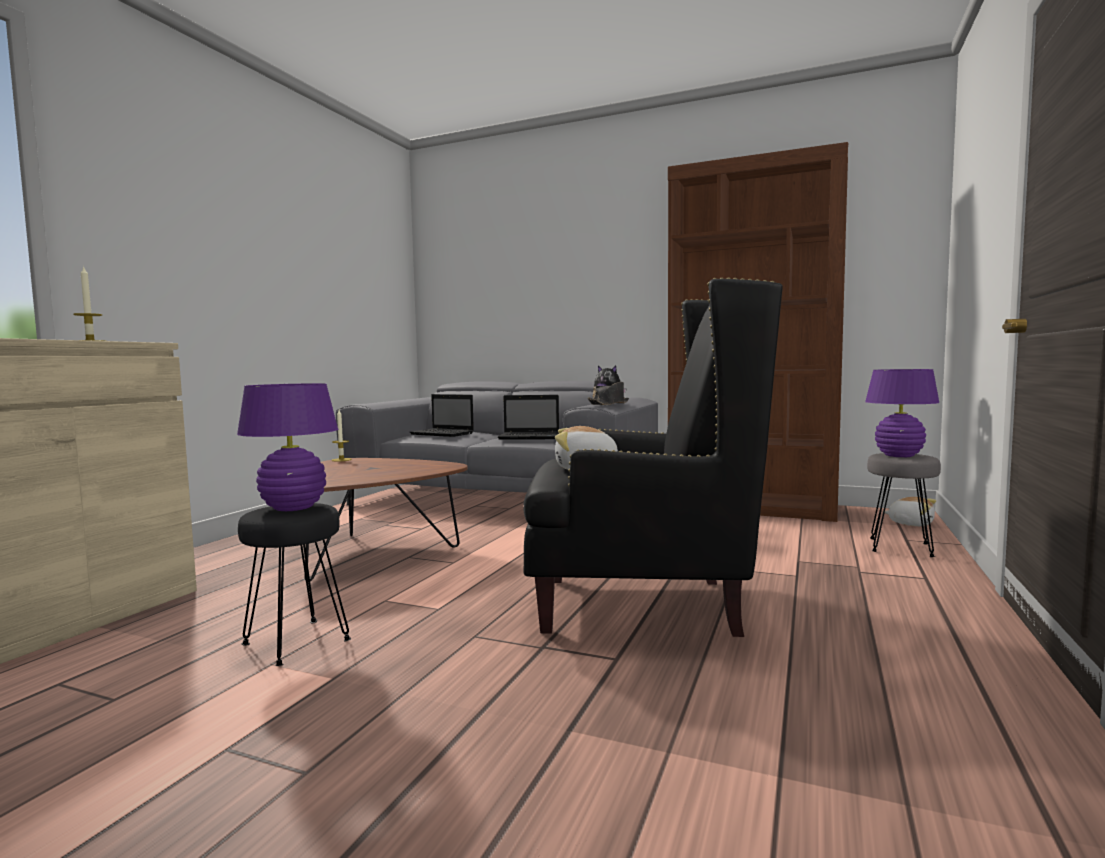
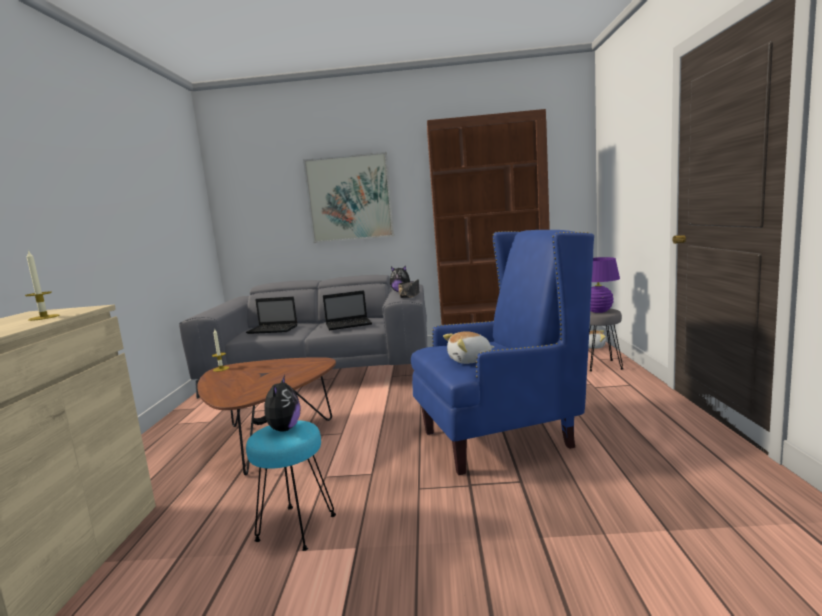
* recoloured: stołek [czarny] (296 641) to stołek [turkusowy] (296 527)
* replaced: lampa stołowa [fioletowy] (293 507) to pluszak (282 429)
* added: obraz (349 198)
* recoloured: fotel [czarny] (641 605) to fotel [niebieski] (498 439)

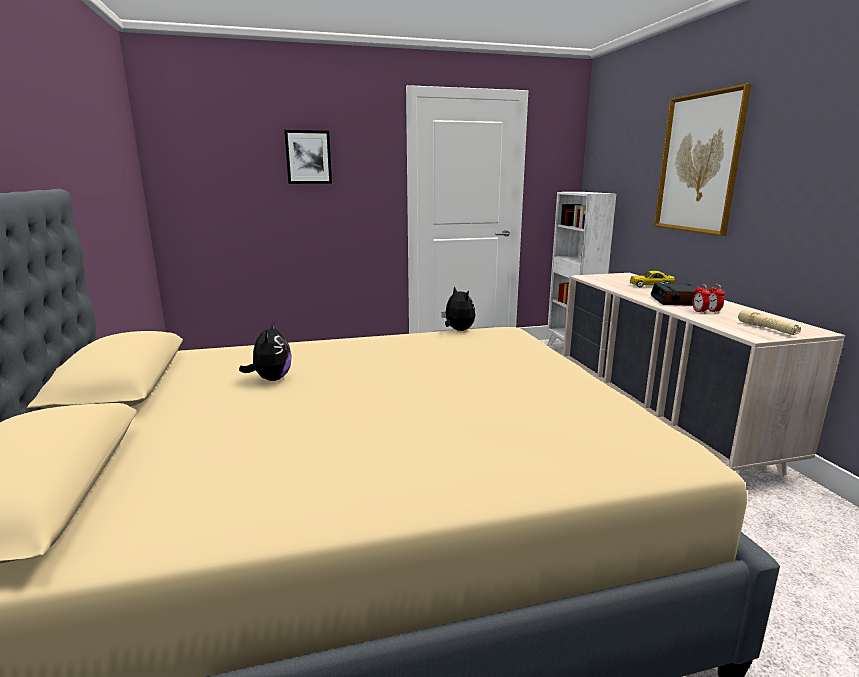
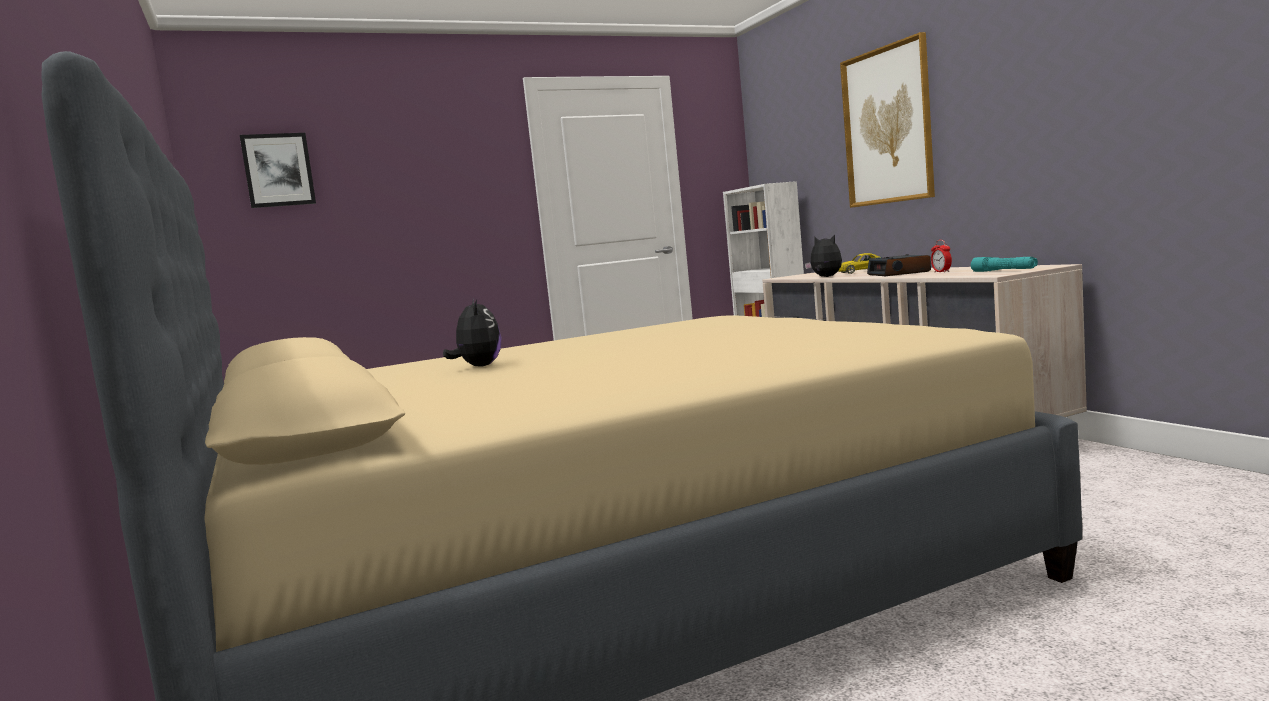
* moved: obraz (308 157) to (278 170)
* moved: pluszak (457 330) to (825 277)
* recoloured: latarka [beżowy] (767 329) to latarka [turkusowy] (1003 271)
* removed: budzik (699 311)

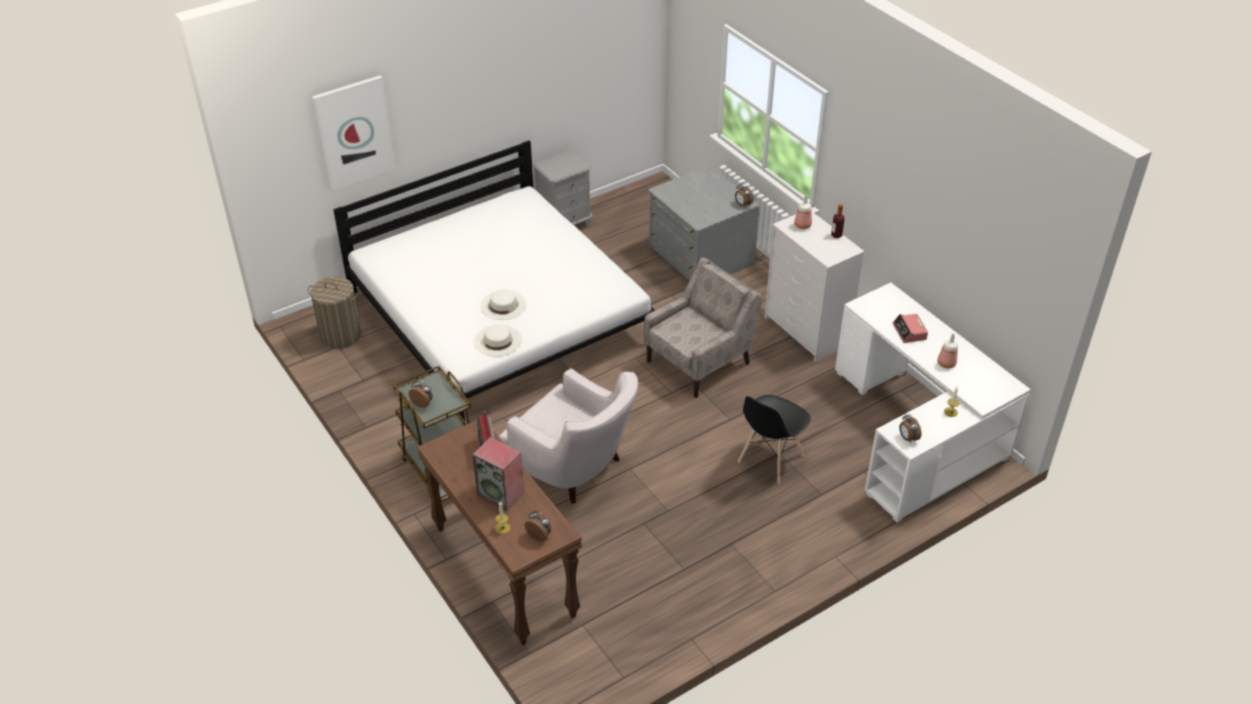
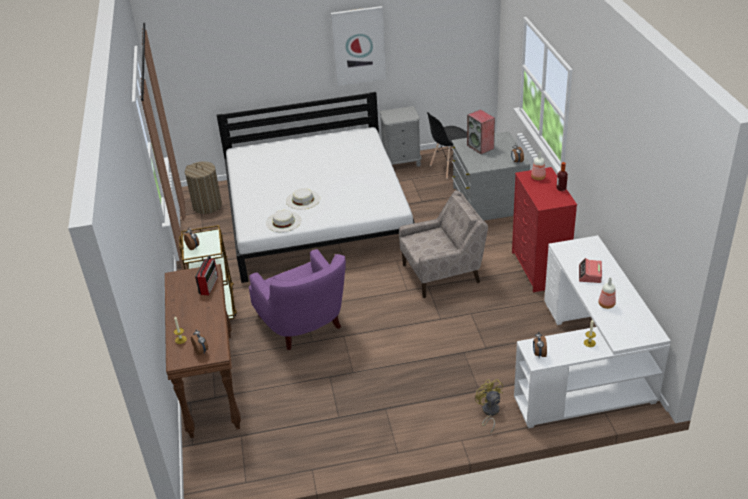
* recoloured: fotel [biały] (573 467) to fotel [fioletowy] (304 325)
* moved: obraz (354 133) to (358 46)
* moved: krzesło [czarny] (770 459) to (450 167)
* moved: głośnik (501 493) to (481 147)
* added: wentylator [żółty] (489 412)
* recoloured: komoda [biały] (807 331) to komoda [czerwony] (539 269)

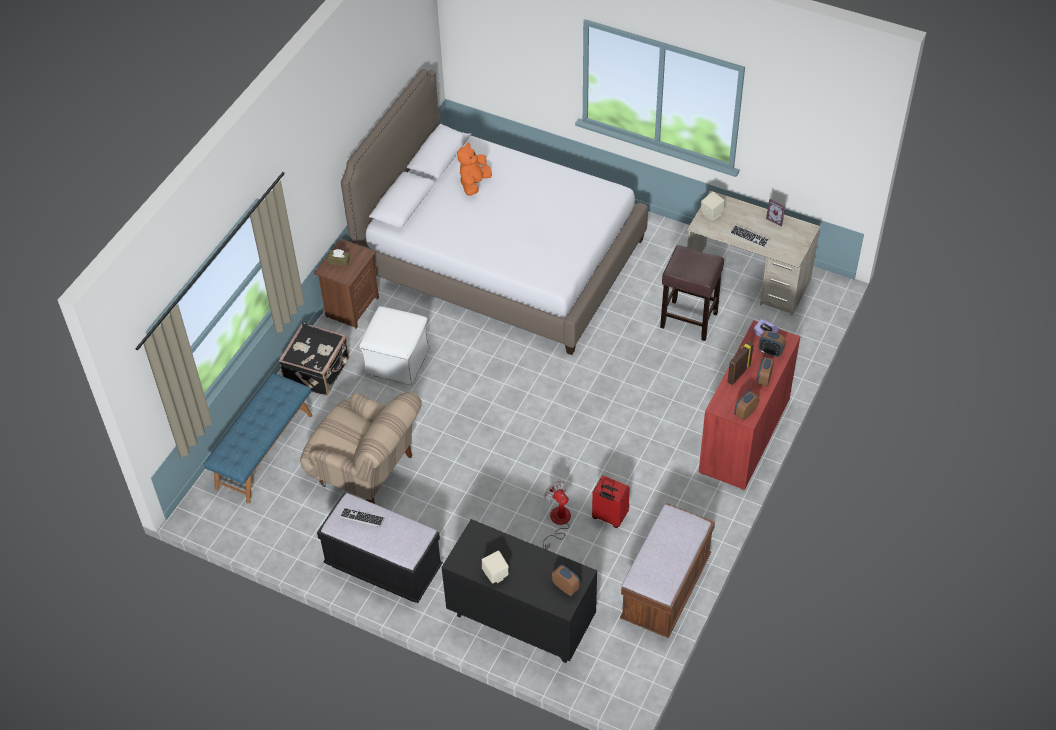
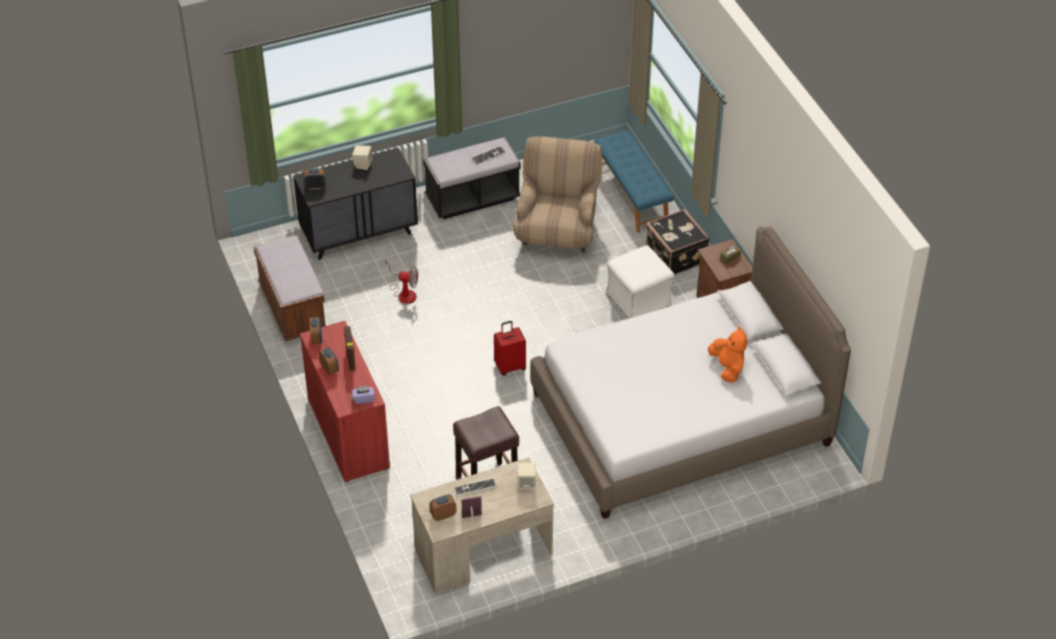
* moved: budzik (770 351) to (443 515)
* moved: walizka [czerwony] (609 517) to (510 366)
* turned: fotel [beżowy] (366 471) = (557 231) 120 degrees clockwise

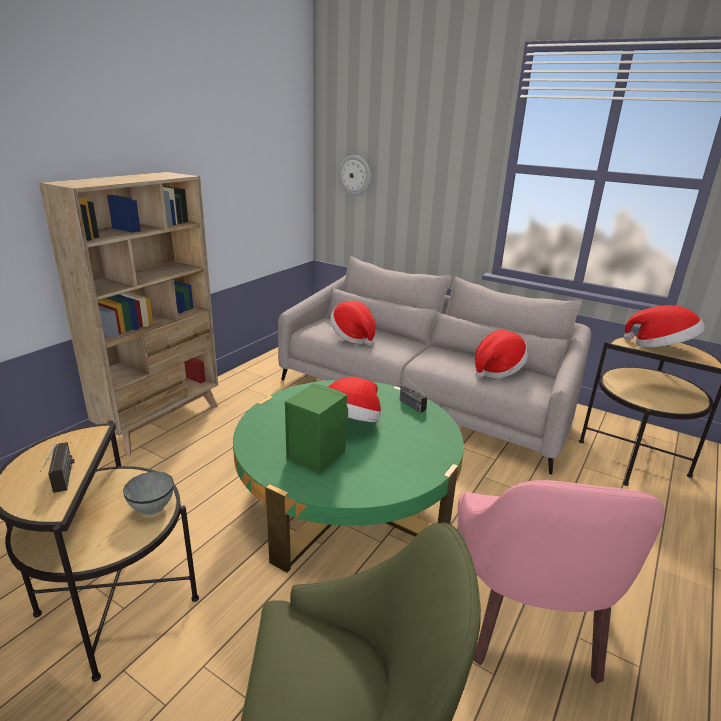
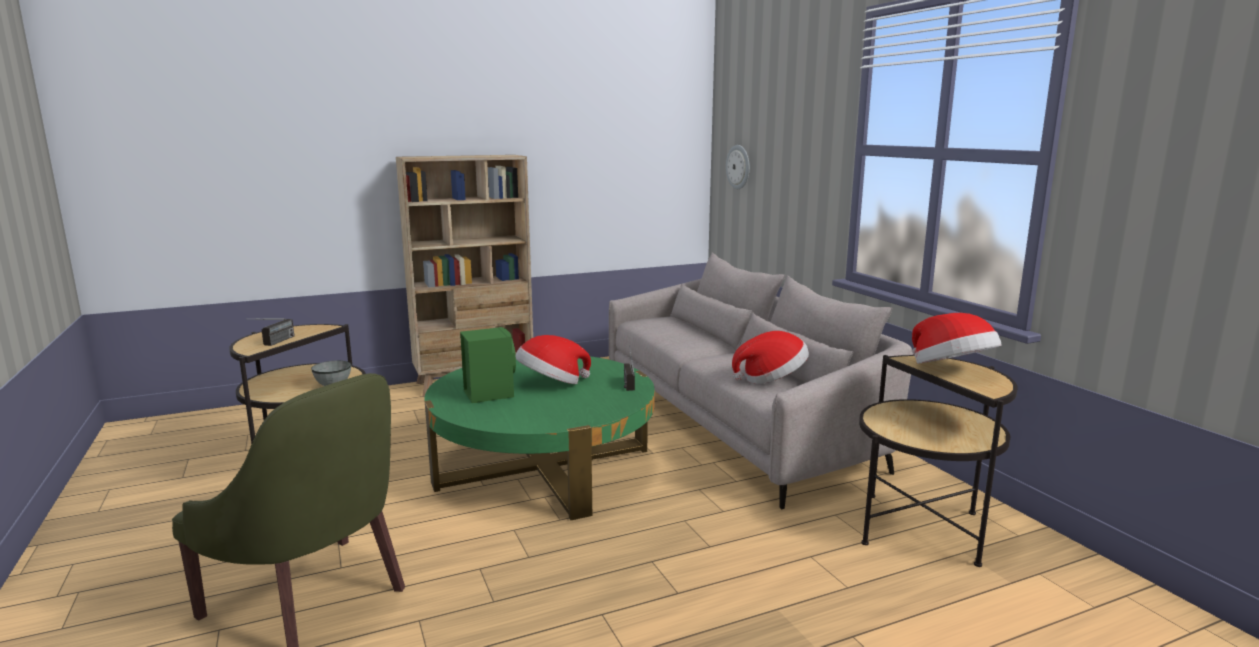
* removed: kapelusz (353 337)
* removed: fotel [różowy] (529 620)

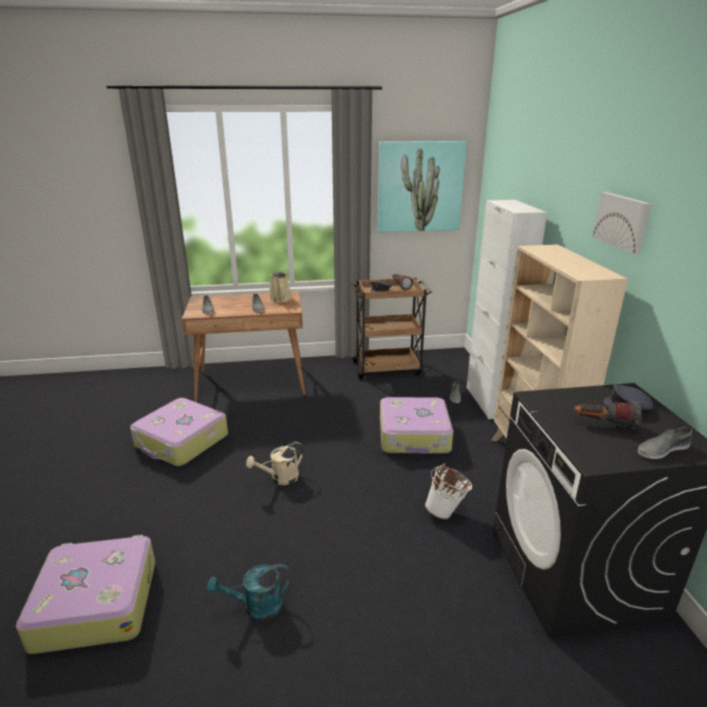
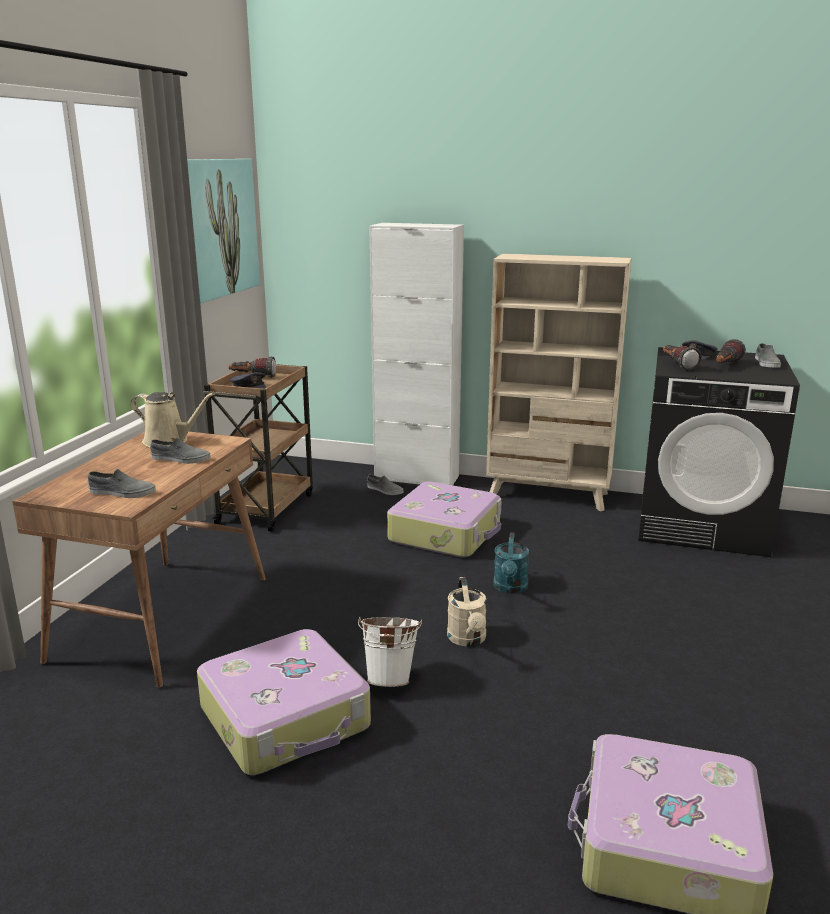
* moved: wiadro [biały] (446 511) to (390 678)
* moved: konewka [turkusowy] (256 607) to (510 588)
* added: latarka (677 365)
* removed: obraz (622 221)

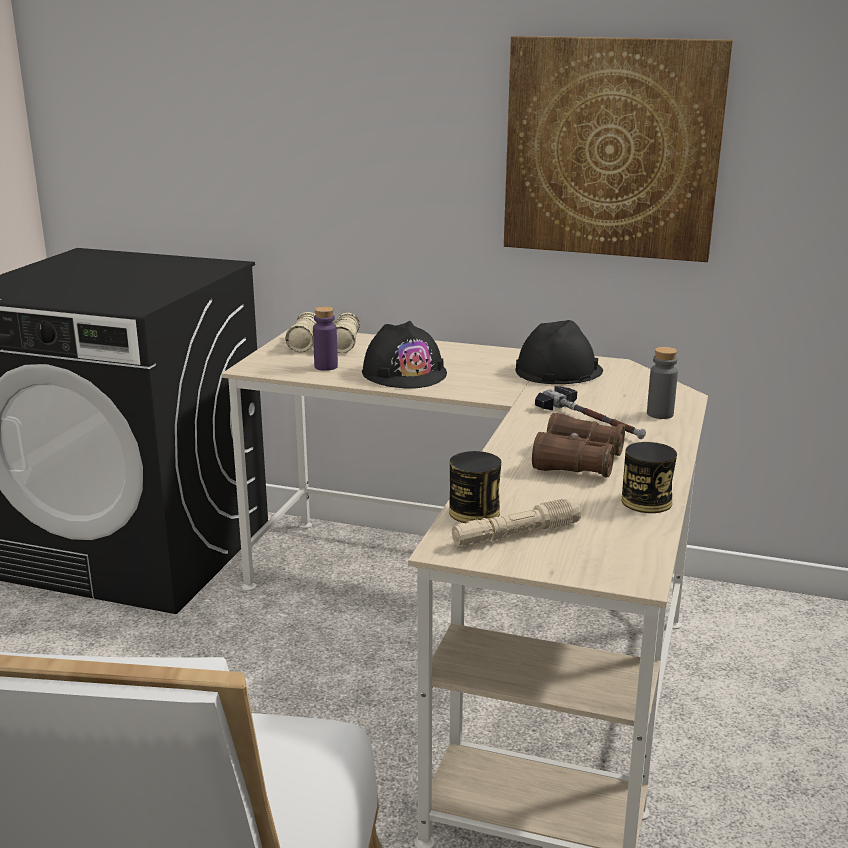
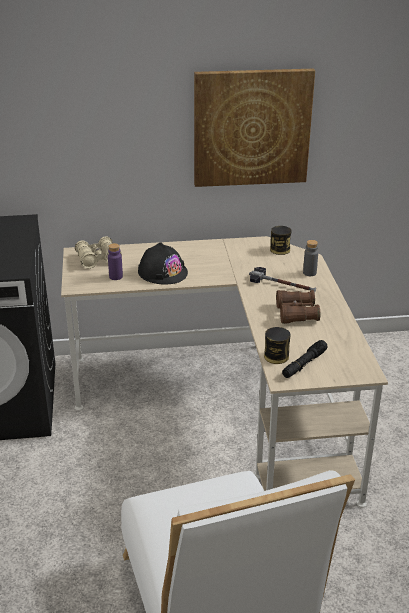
* moved: puszka (646 501) to (280 250)
* recoloured: latarka [beżowy] (515 534) to latarka [czarny] (304 364)
* removed: kask [czarny] (558 370)

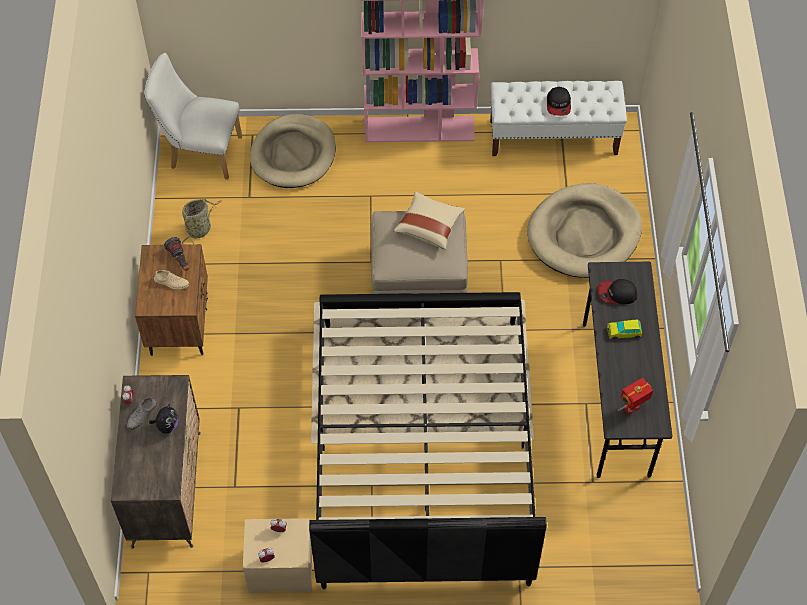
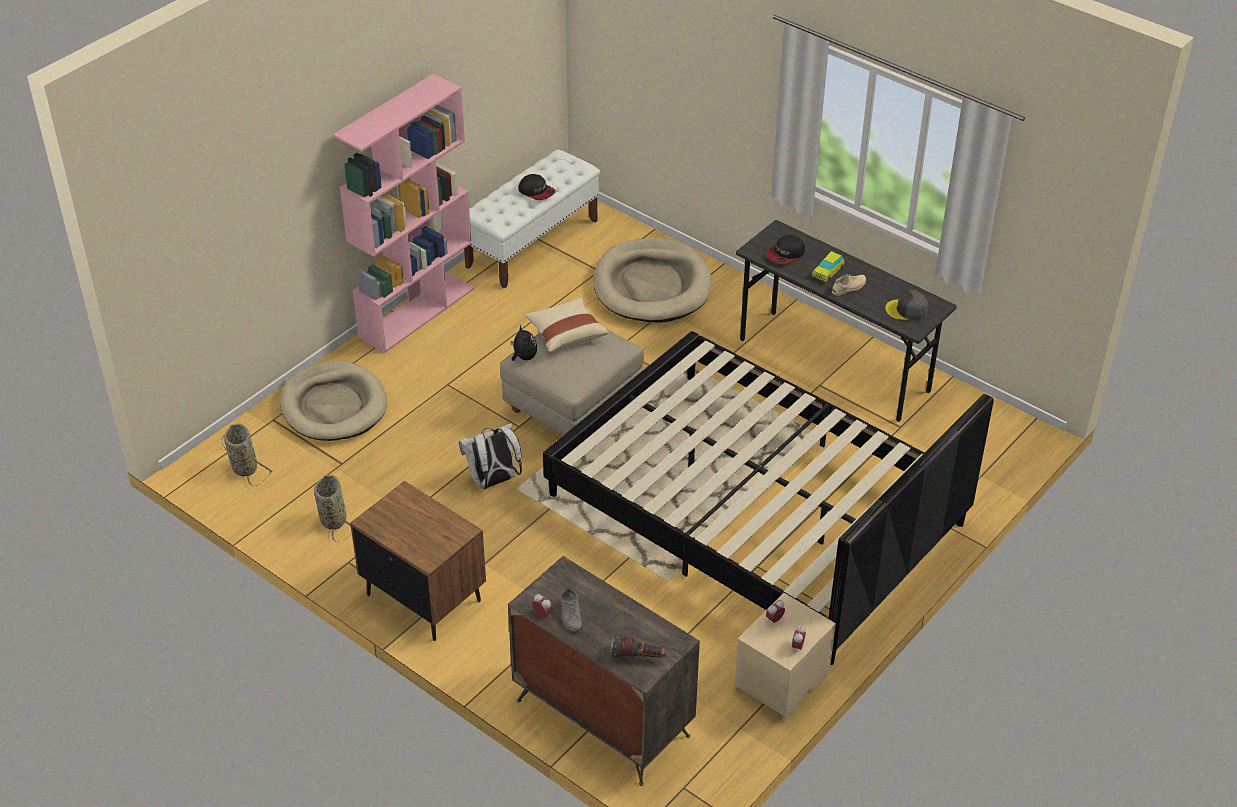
* replaced: krzesło [biały] (200 152) to koszyk (243 467)
* added: plecak [biały] (493 481)
* moved: pluszak (167 426) to (523 357)
* moved: latarka (180 260) to (638 657)
* moved: but [beżowy] (171 282) to (849 287)
* replaced: robot zabawkowy (632 409) to czapka z daszkiem [szary] (907 310)

